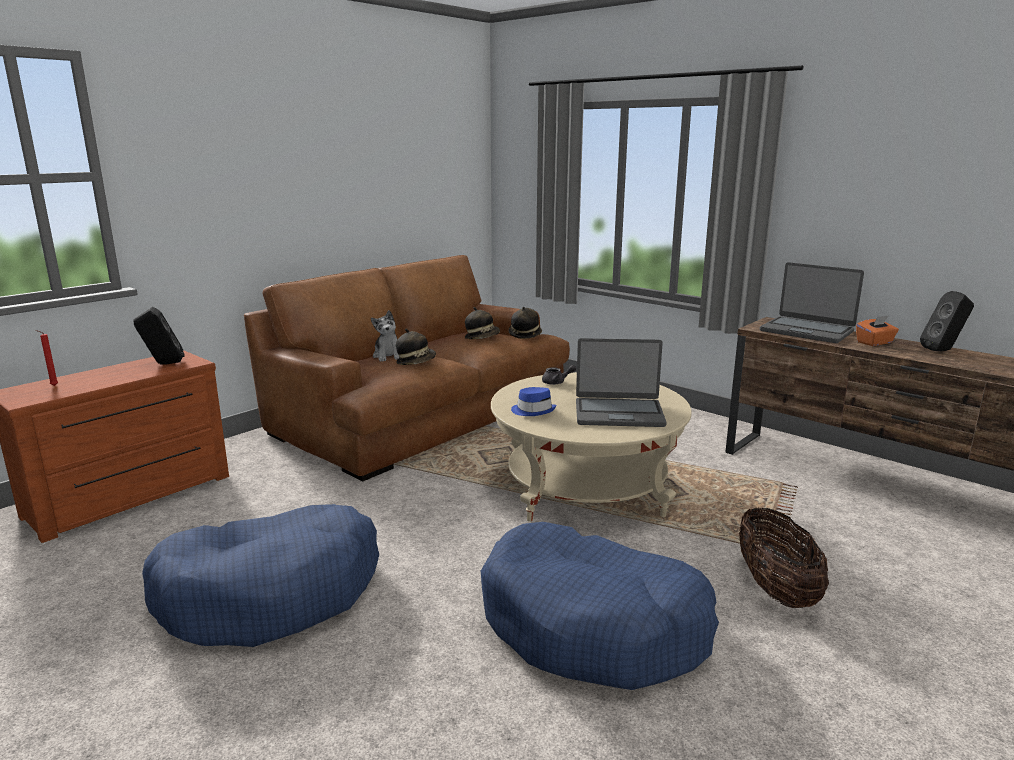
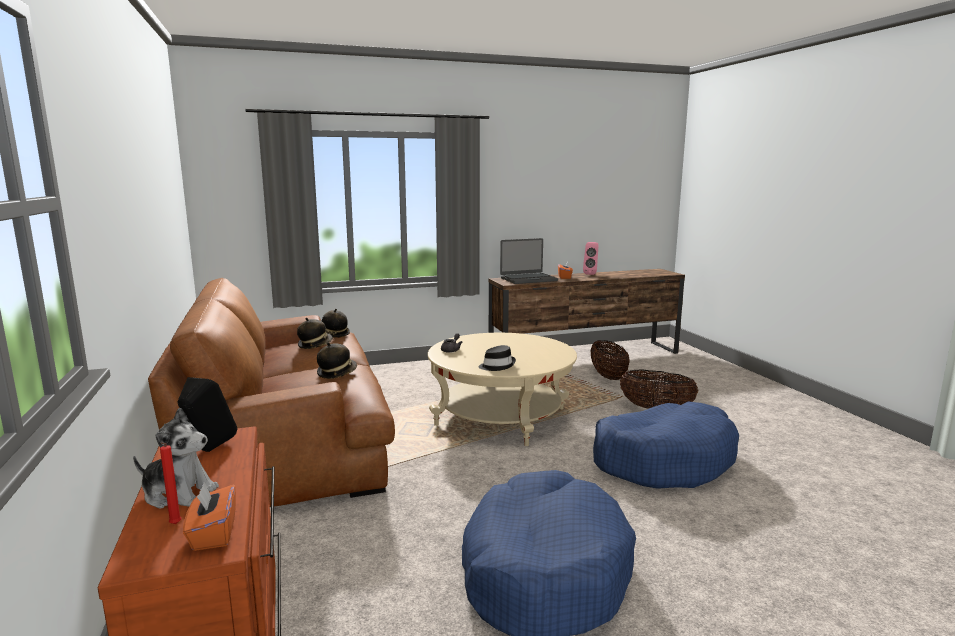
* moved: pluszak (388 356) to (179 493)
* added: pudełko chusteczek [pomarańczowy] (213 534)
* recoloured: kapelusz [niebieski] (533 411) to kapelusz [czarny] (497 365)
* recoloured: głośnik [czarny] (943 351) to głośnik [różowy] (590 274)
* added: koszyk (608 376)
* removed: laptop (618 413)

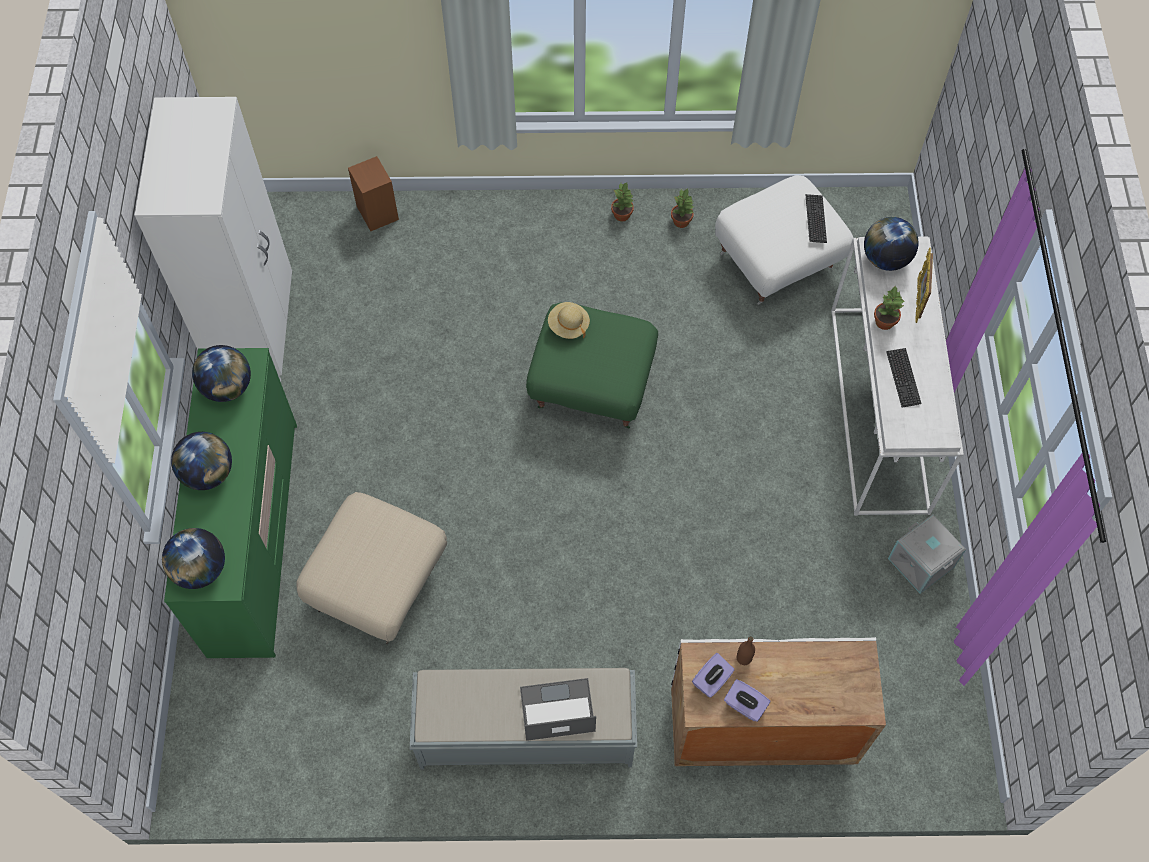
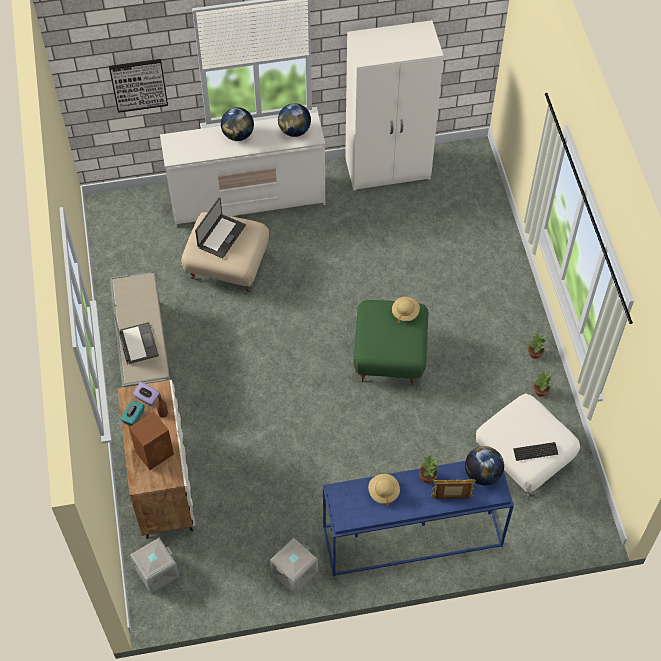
* added: obraz (138 84)
* recoloured: pudełko chusteczek [fioletowy] (744 705) to pudełko chusteczek [turkusowy] (133 417)
* moved: głośnik [brązowy] (377 212) to (155 452)
* added: pojemnik do przechowywania [szary] (156 571)
* recoloured: komoda [zielony] (254 536) to komoda [biały] (248 201)
* added: laptop (221 236)
* recoloured: stolik konsolowy [biały] (880 410) to stolik konsolowy [niebieski] (411 537)
* replaced: klawiatura (903 378) to kapelusz [beżowy] (383 492)
* removed: globus (200 570)

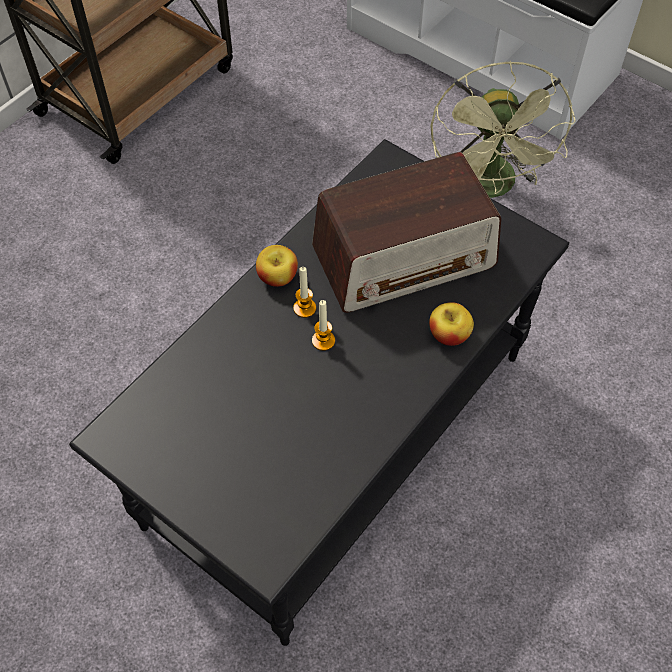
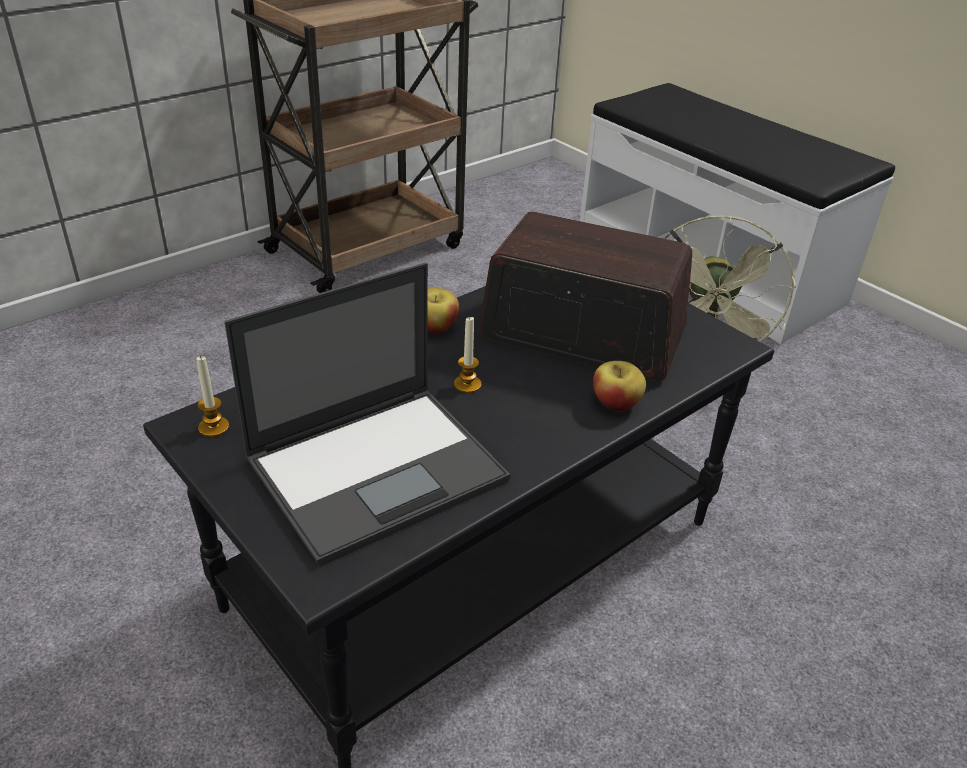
* moved: świeca (304 308) to (214 427)
* added: laptop (379 468)
* turned: radio (405 258) = (581 333) 150 degrees counterclockwise

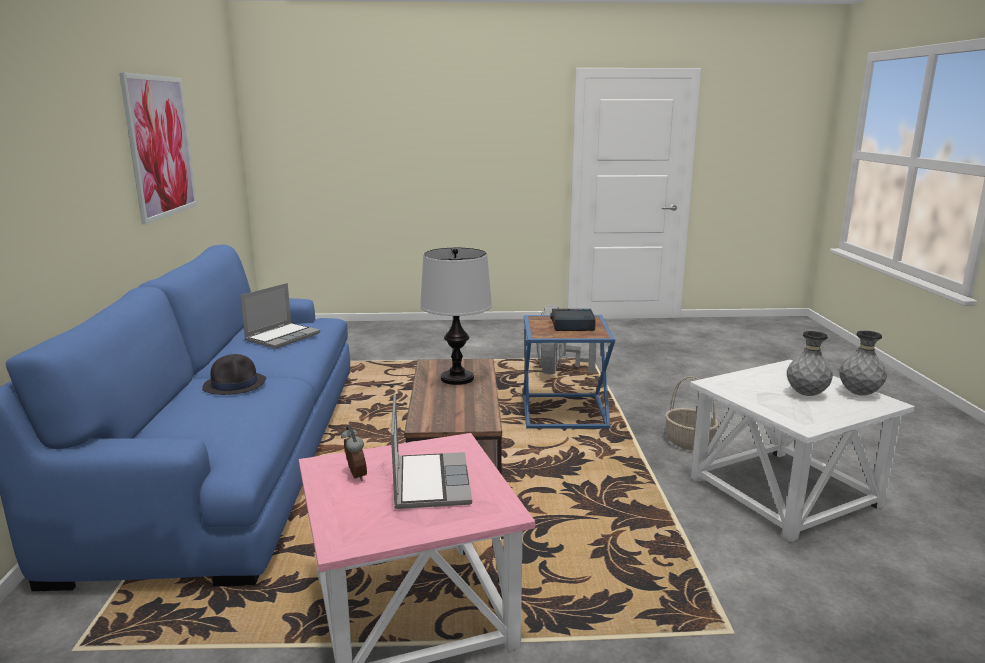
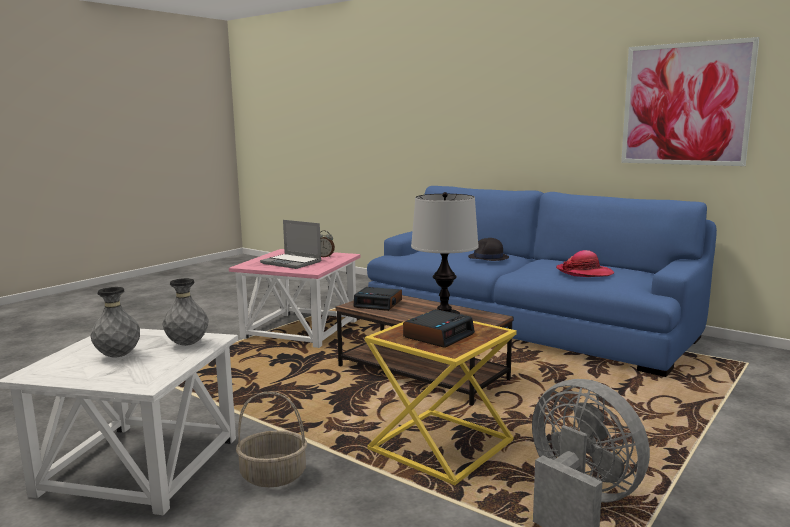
* moved: wazon [szary] (859 394) to (187 344)
* added: budzik (378 304)
* recoloured: stolik [niebieski] (565 411) to stolik [żółty] (441 447)
* replaced: laptop (283 337) to kapelusz (584 272)

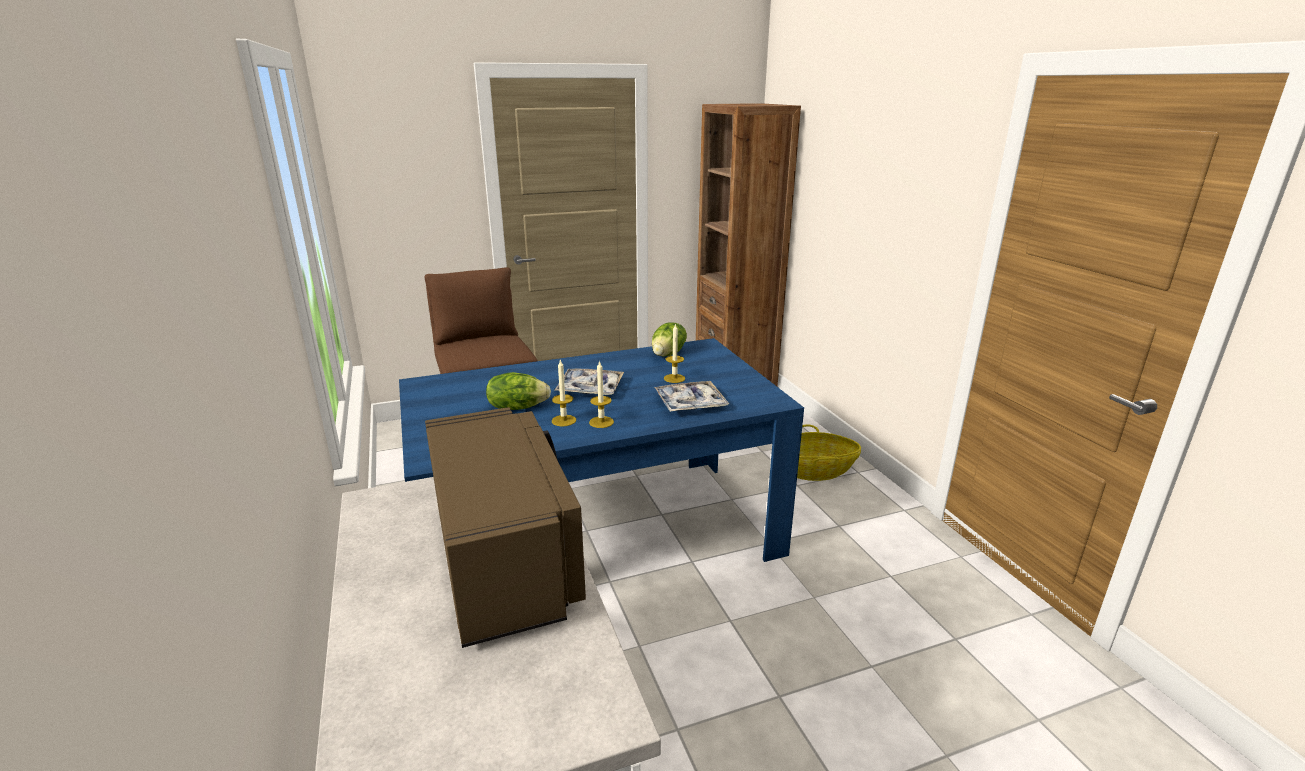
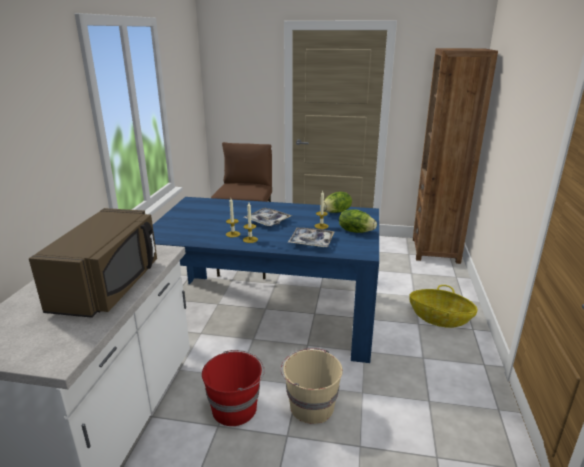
* added: wiadro [czerwony] (235 408)
* added: wiadro [beżowy] (310 406)
* moved: sałata (517 407) to (355 231)

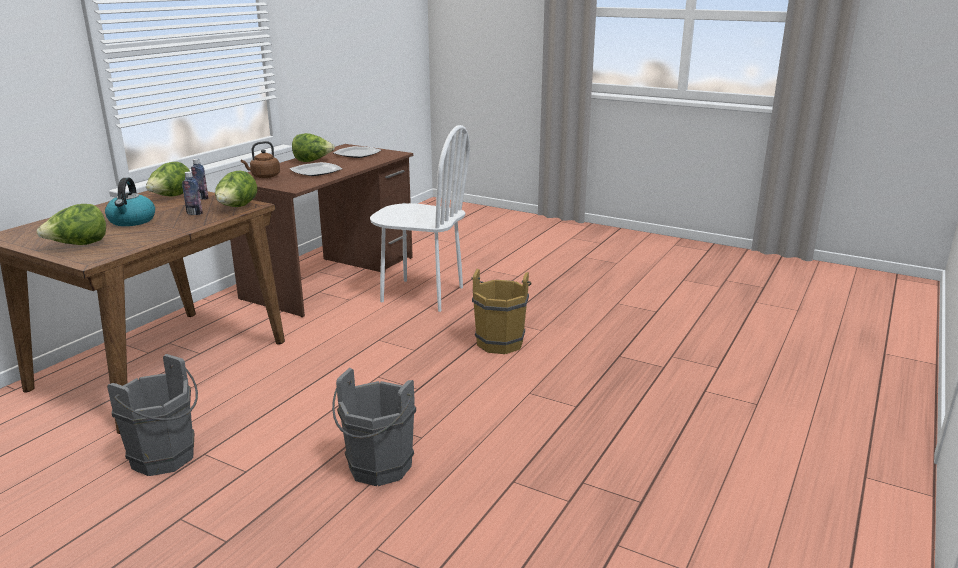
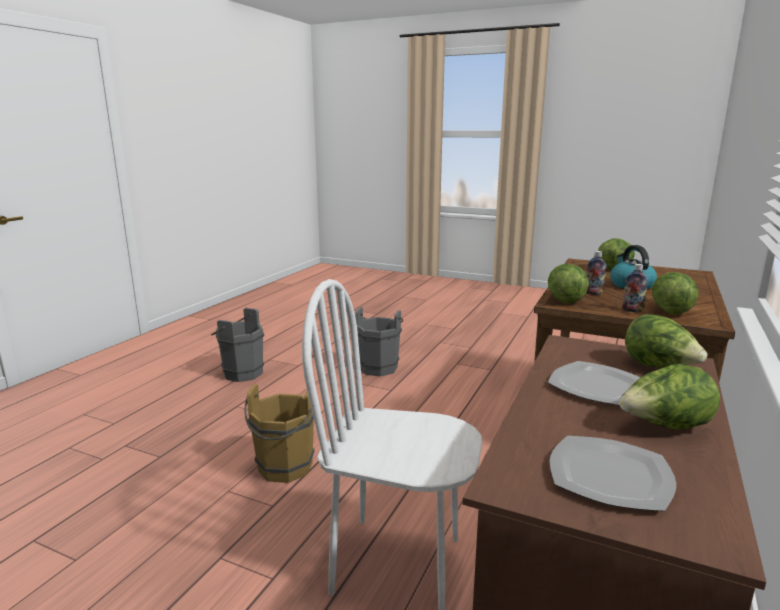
* moved: wiadro [szary] (167 459) to (240 373)
* replaced: czajnik [brązowy] (264 176) to sałata (659 367)

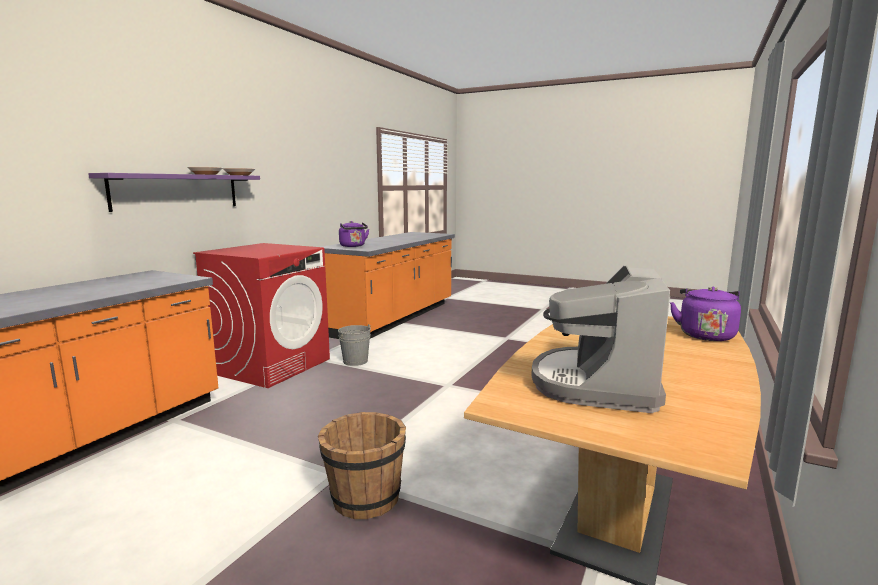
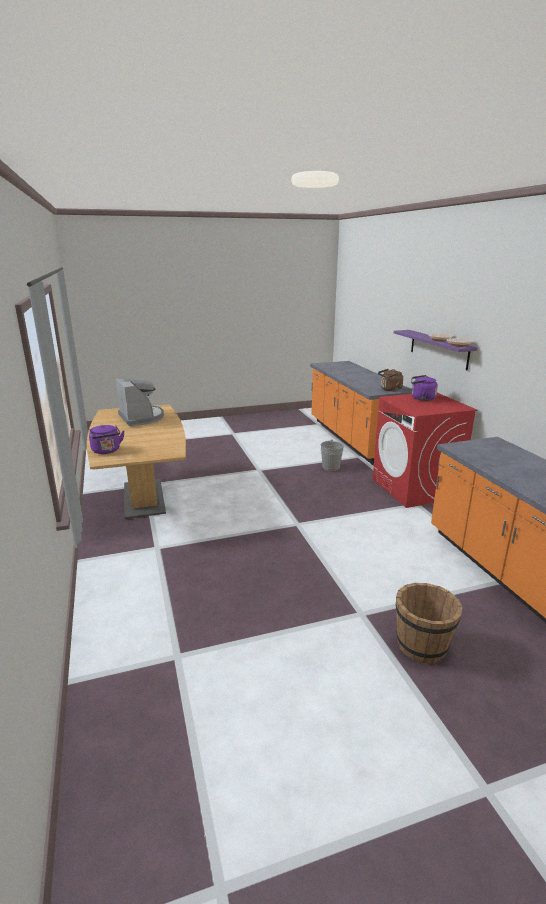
* moved: wiadro [szary] (355 361) to (331 467)
* added: czajnik [brązowy] (389 390)
* moved: wiadro [brązowy] (365 499) to (422 645)
* moved: czajnik [fioletowy] (353 246) to (421 398)

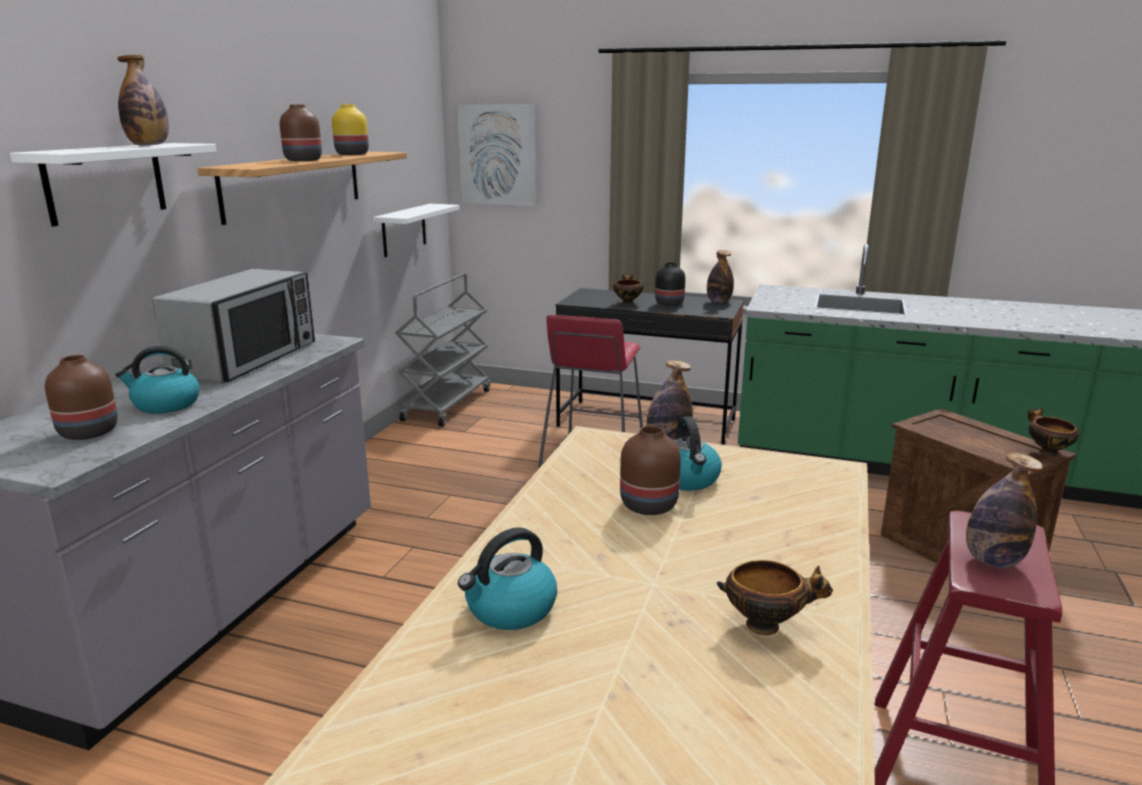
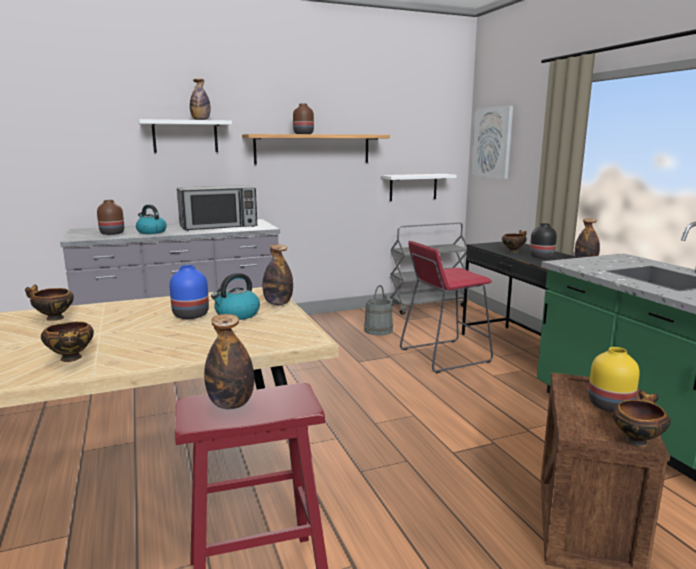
* replaced: czajnik (510 609) to miska (53 318)
* recoloured: wazon [brązowy] (647 505) to wazon [niebieski] (190 315)
* added: wiadro [szary] (378 330)
* moved: wazon [żółty] (351 154) to (609 405)

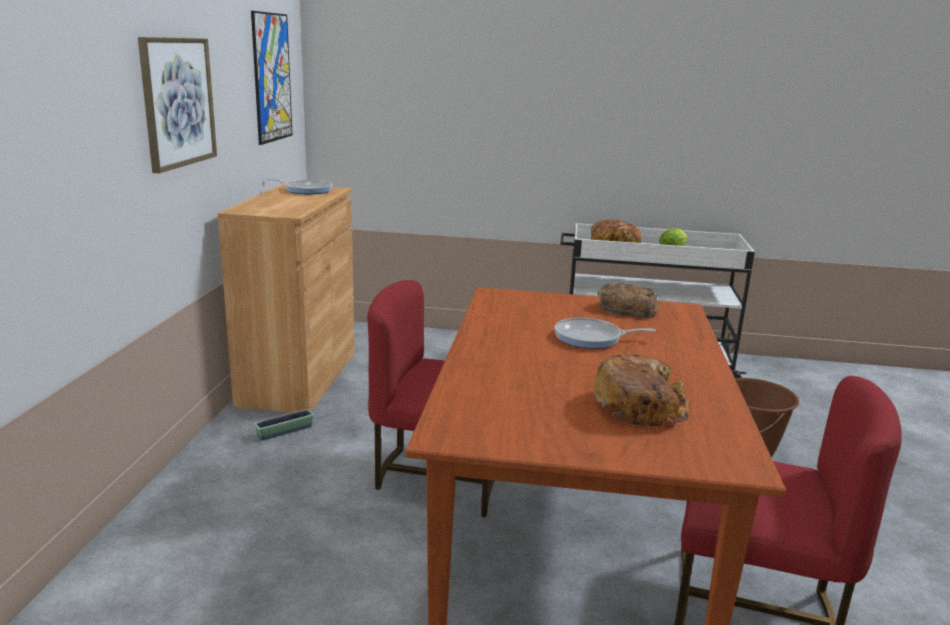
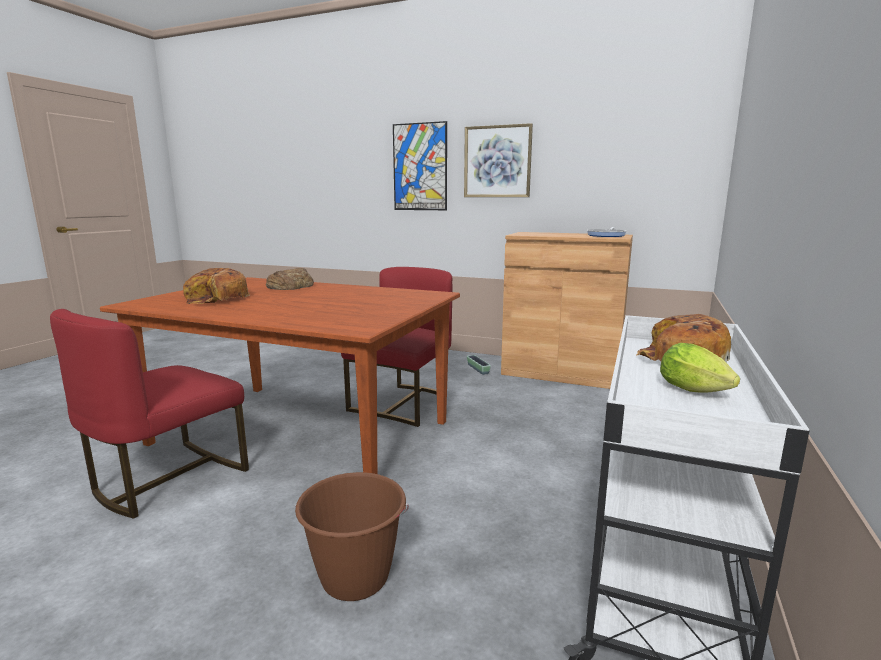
* moved: chleb (627 308) to (291 286)
* moved: obraz (272 78) to (420 167)
* removed: patelnia (591 338)

